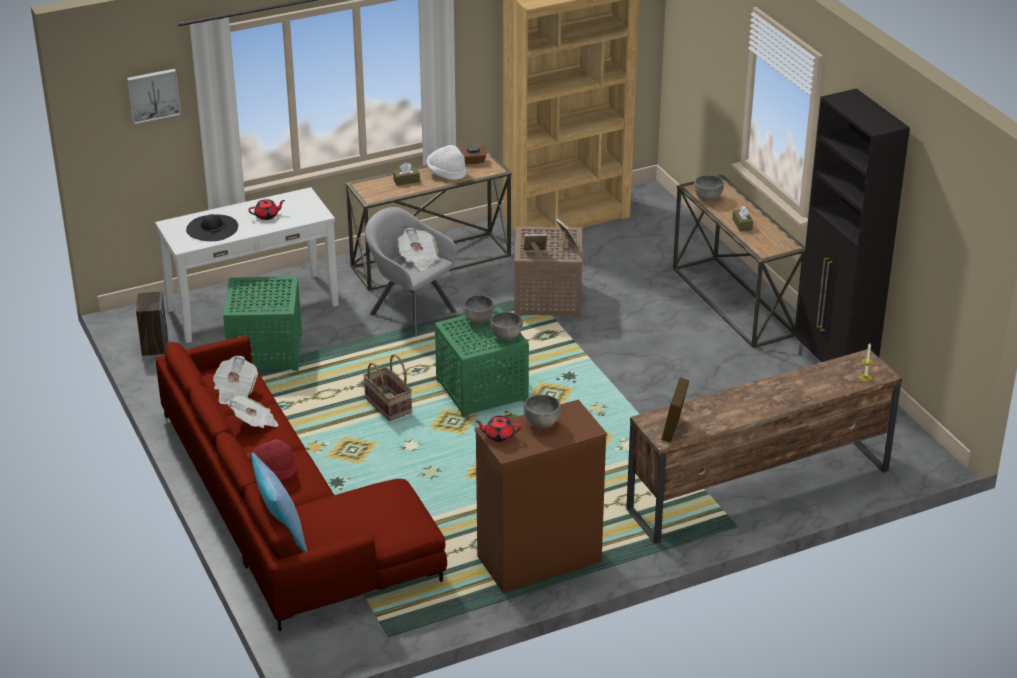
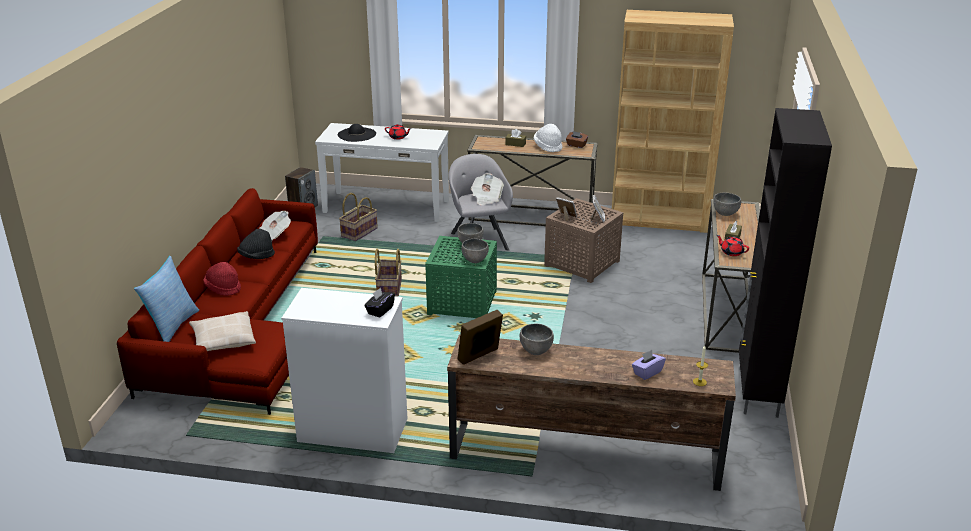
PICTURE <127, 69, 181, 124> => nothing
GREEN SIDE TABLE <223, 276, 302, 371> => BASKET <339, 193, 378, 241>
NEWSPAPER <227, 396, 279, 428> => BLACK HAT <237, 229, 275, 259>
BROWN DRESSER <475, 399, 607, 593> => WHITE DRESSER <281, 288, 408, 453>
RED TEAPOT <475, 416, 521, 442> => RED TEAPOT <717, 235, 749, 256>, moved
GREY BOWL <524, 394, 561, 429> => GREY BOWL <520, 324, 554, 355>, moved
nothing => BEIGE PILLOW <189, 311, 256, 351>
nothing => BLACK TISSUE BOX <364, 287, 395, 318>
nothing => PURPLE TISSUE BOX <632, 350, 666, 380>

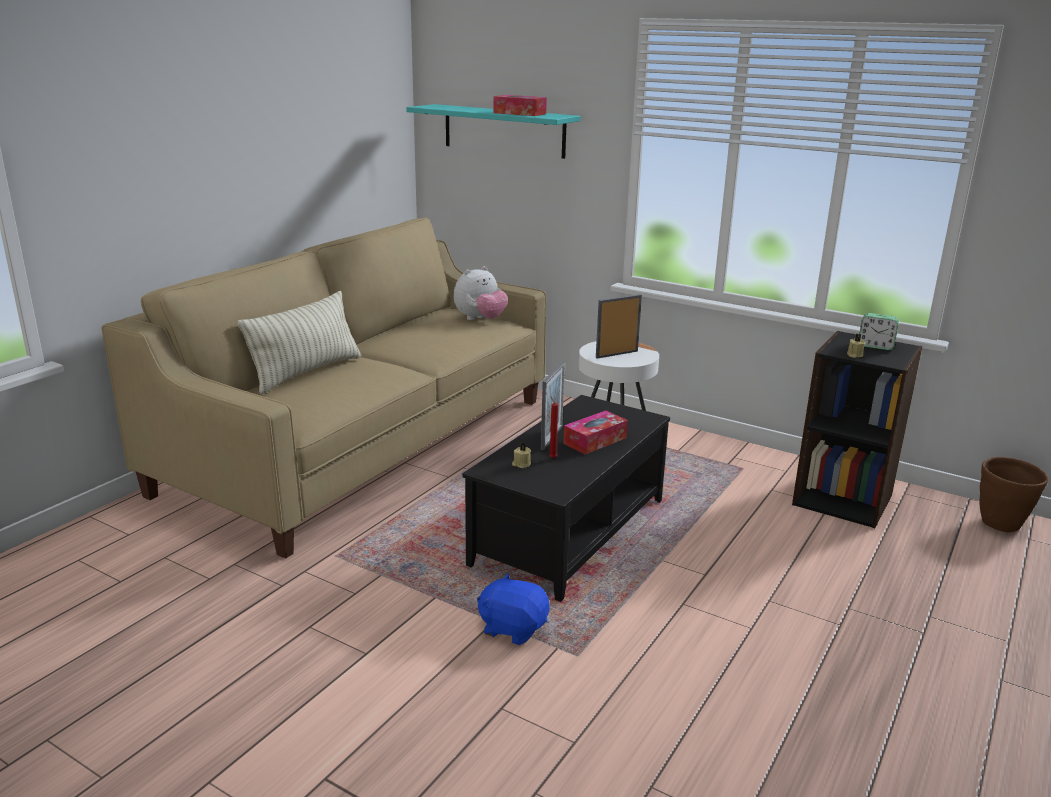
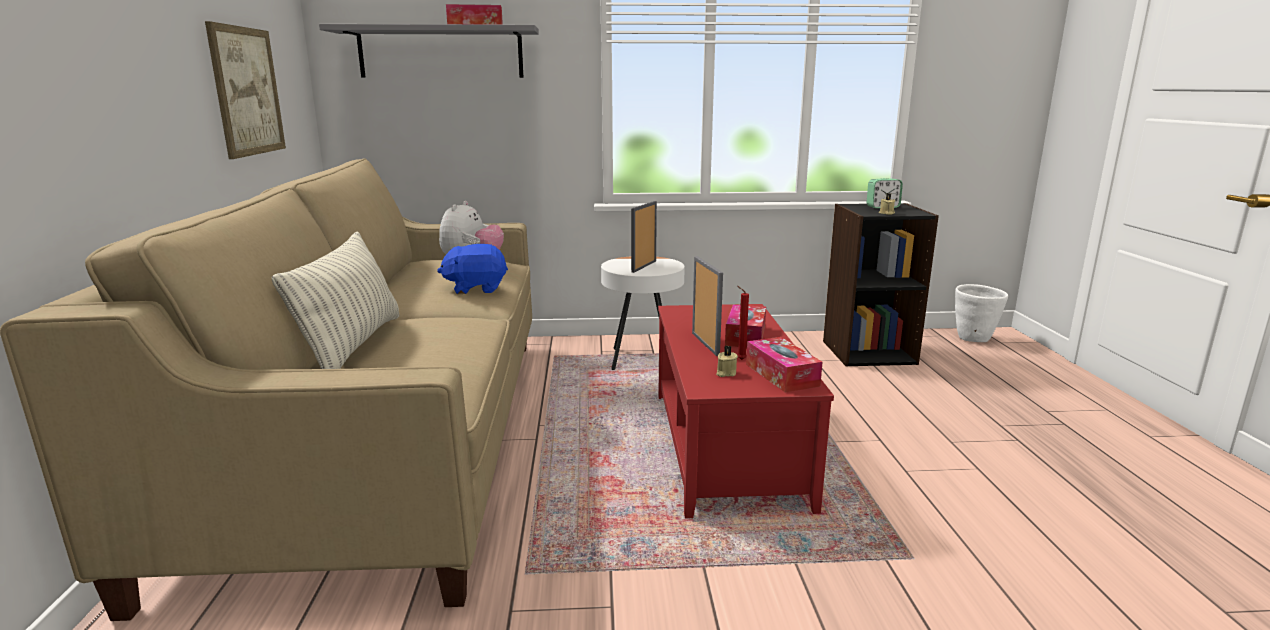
TURQUOISE SHELF <406, 104, 581, 159> => GREY SHELF <319, 24, 539, 78>
BLACK COFFEE TABLE <463, 395, 670, 602> => RED COFFEE TABLE <658, 304, 834, 518>
BLUE PLUSH TOY <477, 573, 550, 645> => BLUE PLUSH TOY <437, 244, 508, 294>, moved
BROWN PLANTER <979, 457, 1048, 532> => WHITE PLANTER <955, 284, 1008, 342>
nothing => PICTURE <205, 21, 286, 159>
nothing => TISSUE BOX <746, 337, 823, 392>

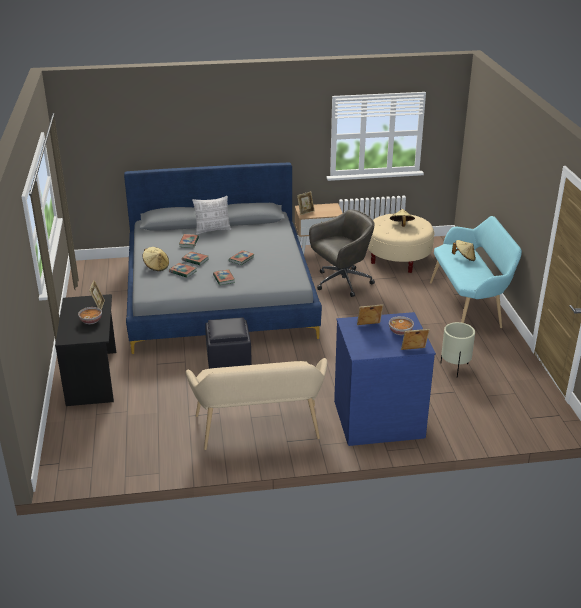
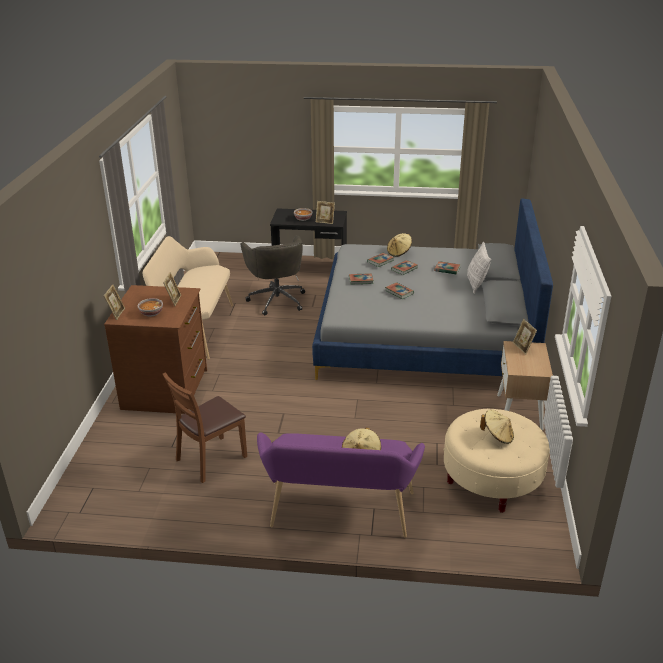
BLACK OTTOMAN <205, 317, 252, 369> => nothing
GREY OFFICE CHAIR <309, 209, 375, 297> => GREY OFFICE CHAIR <241, 235, 305, 315>, moved
BLUE DRESSER <334, 312, 436, 446> => BROWN DRESSER <104, 285, 207, 414>
TURQUOISE BENCH <430, 216, 522, 328> => PURPLE BENCH <257, 432, 425, 538>
BEIGE PLANTER <441, 322, 475, 377> => BROWN CHAIR <163, 372, 247, 483>

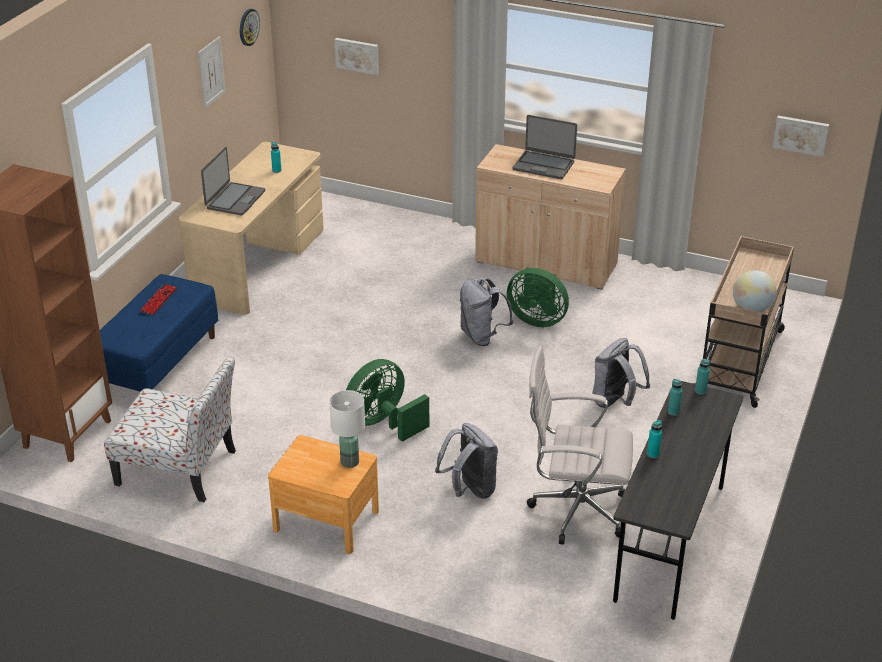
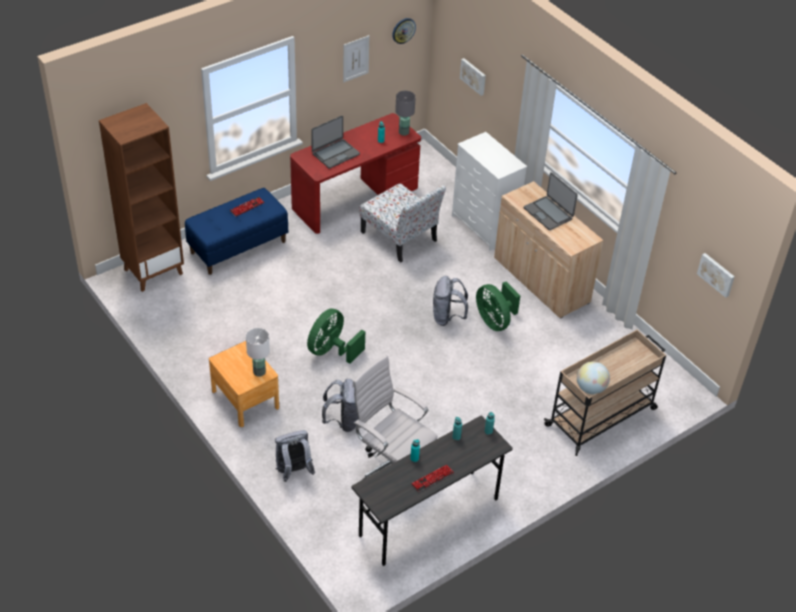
CHAIR <104, 356, 236, 502> => CHAIR <360, 183, 446, 262>, moved
BEIGE DESK <179, 142, 324, 315> => RED DESK <290, 113, 421, 234>
GREEN FAN <346, 359, 429, 442> => GREEN FAN <307, 308, 365, 364>, 45 degrees counterclockwise
GREY BACKPACK <592, 338, 650, 408> => GREY BACKPACK <275, 430, 315, 482>, moved
nothing => GREY TABLE LAMP <395, 91, 416, 136>
nothing => KEYBOARD <411, 465, 454, 492>
nothing => WHITE DRESSER <452, 132, 527, 251>

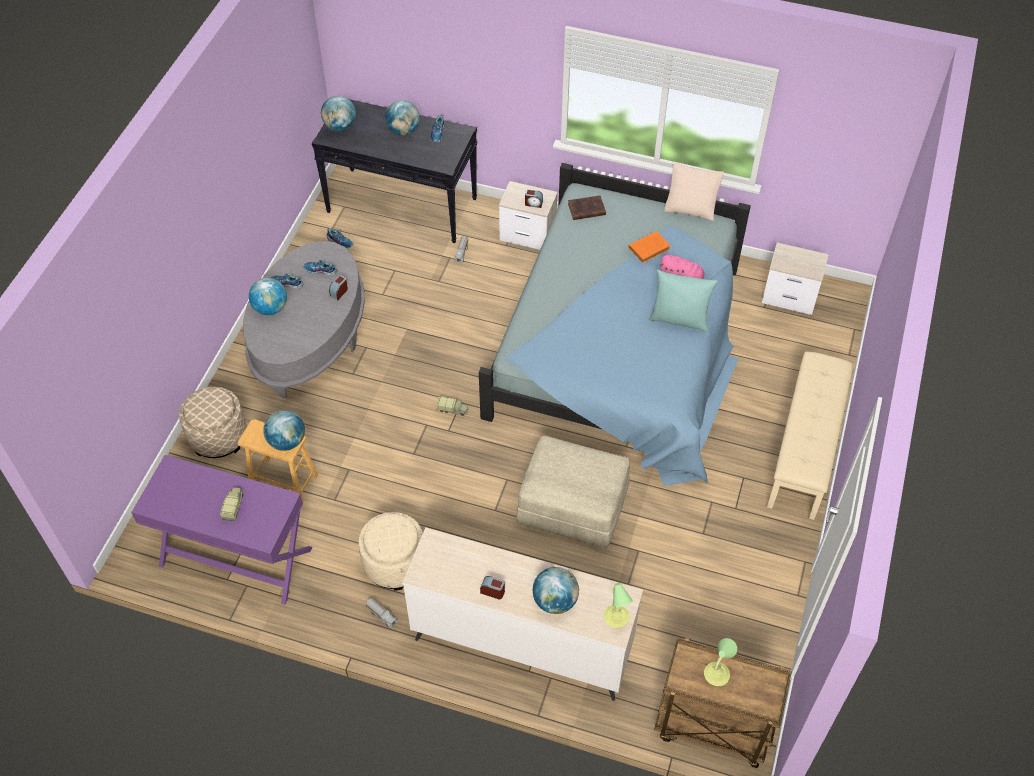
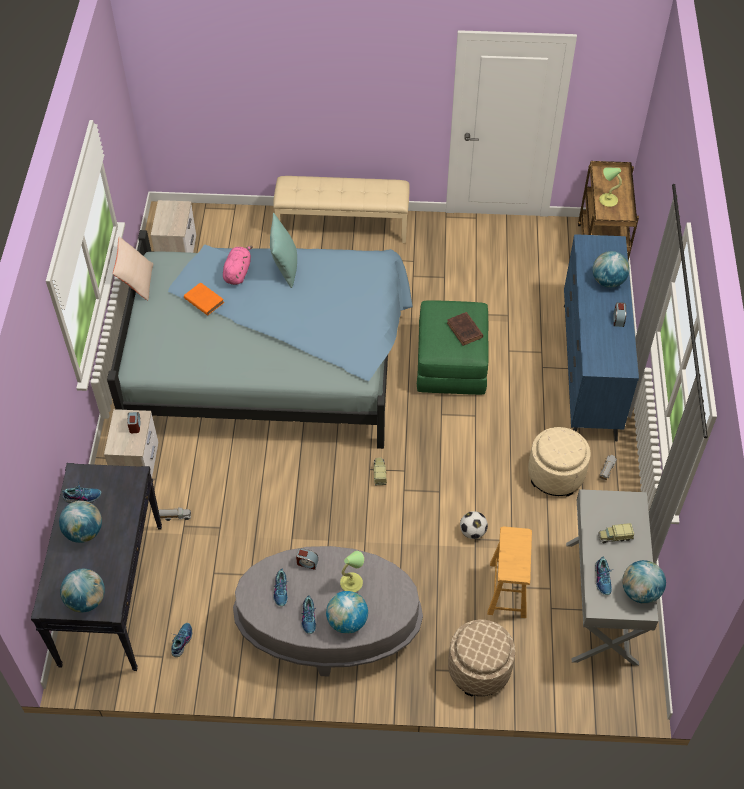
PURPLE DESK <131, 455, 313, 605> => GREY DESK <566, 489, 659, 666>
GLOBE <263, 410, 305, 451> => GLOBE <622, 560, 666, 604>, moved
BEIGE DRESSER <402, 527, 643, 701> => BLUE DRESSER <564, 234, 639, 442>
BEIGE OTTOMAN <516, 435, 630, 549> => GREEN OTTOMAN <417, 300, 489, 395>
BROWN BOOK <568, 195, 606, 220> => BROWN BOOK <447, 312, 483, 346>, moved
TABLE LAMP <604, 583, 632, 628> => TABLE LAMP <340, 551, 364, 592>, moved
nothing => FOOTBALL <460, 511, 488, 539>
nothing => SHOE <595, 557, 613, 595>

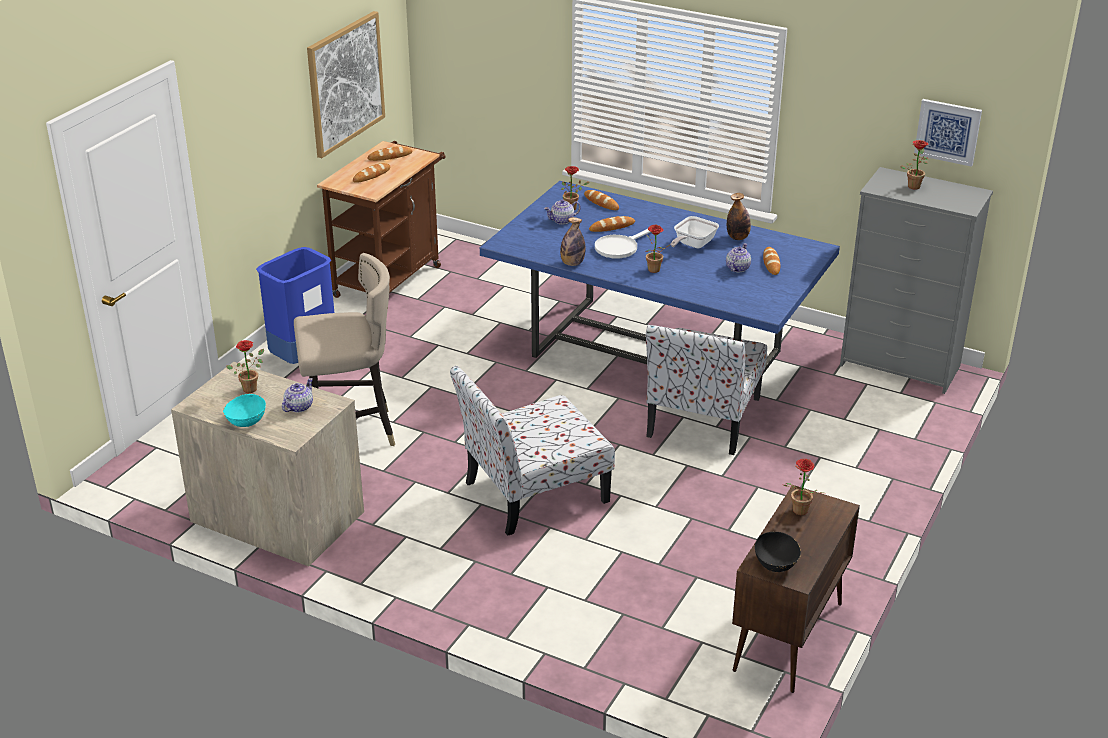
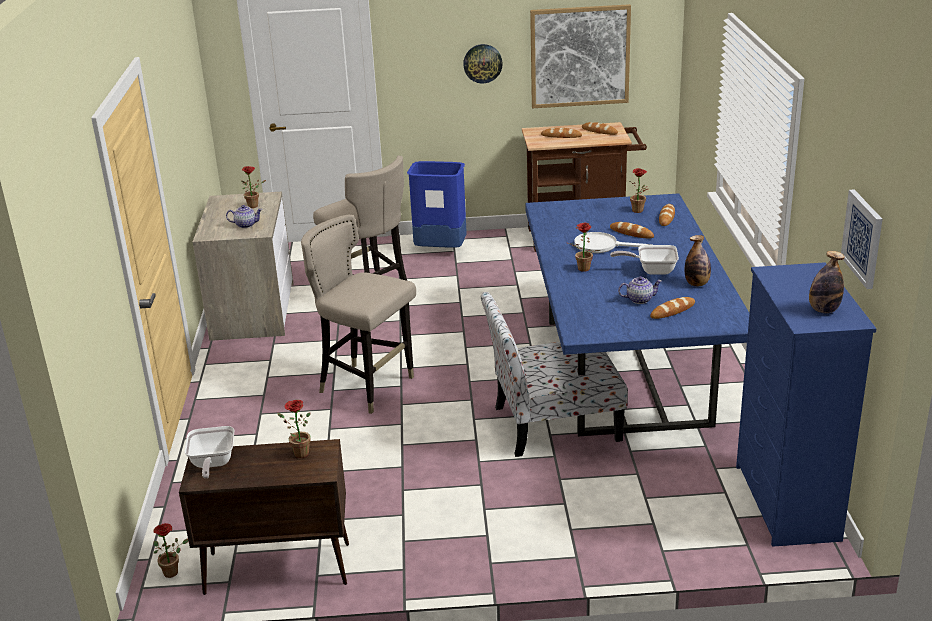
TURQUOISE BOWL <223, 394, 266, 427> => nothing
CHAIR <450, 366, 615, 536> => BEIGE STOOL <301, 215, 416, 414>
TEAPOT <544, 200, 581, 224> => nothing
BOTTLE <560, 217, 586, 266> => BOTTLE <809, 251, 845, 313>, moved
BLACK BOWL <755, 532, 801, 572> => FRYING PAN <185, 426, 234, 479>
GREY DRESSER <840, 167, 993, 394> => BLUE DRESSER <736, 262, 877, 547>
POTTED PLANT <900, 140, 929, 190> => POTTED PLANT <153, 523, 188, 578>, moved
nothing => WALL CLOCK <463, 44, 503, 83>

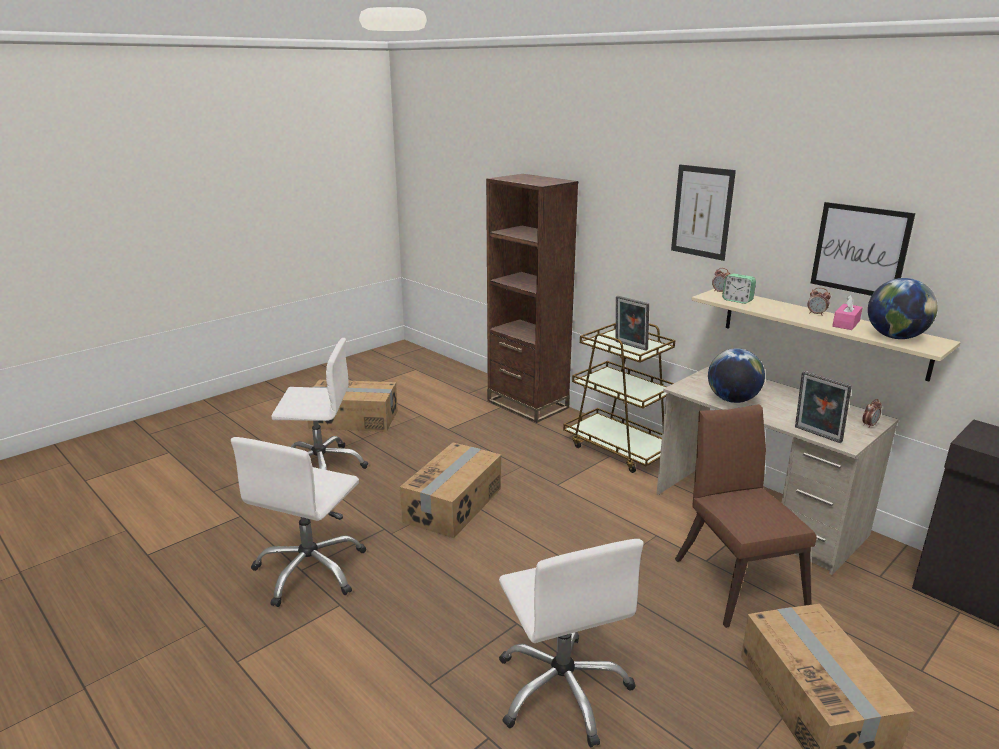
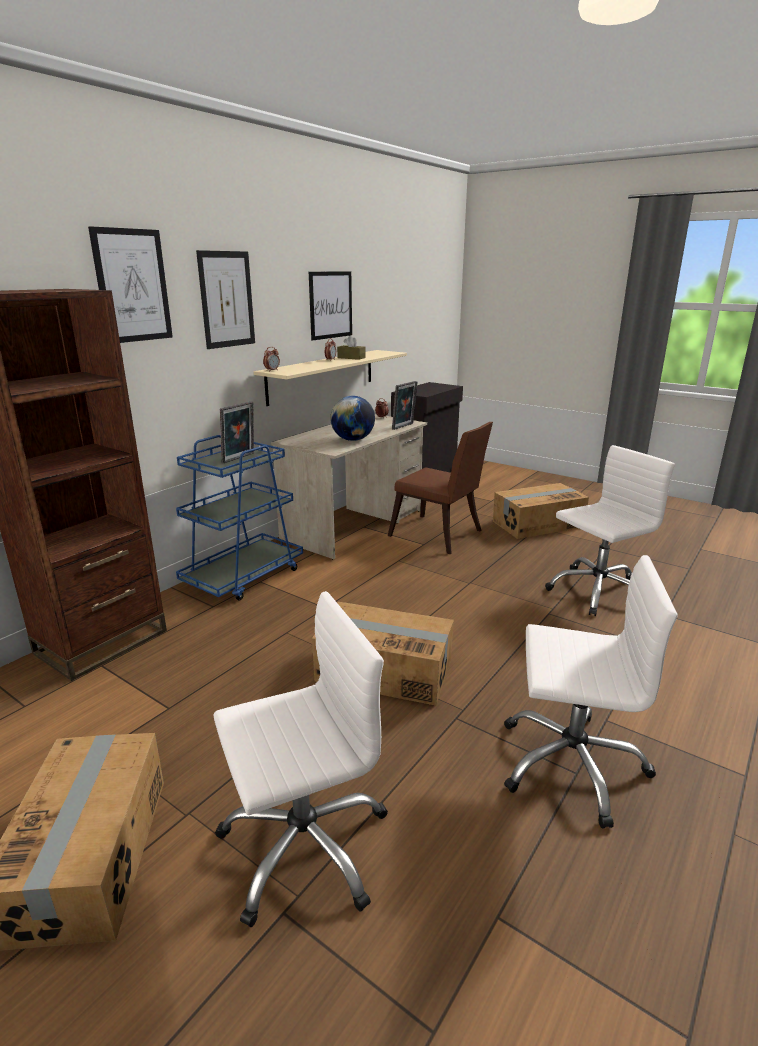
WHITE OFFICE CHAIR <271, 338, 368, 470> => WHITE OFFICE CHAIR <213, 591, 388, 927>, 75 degrees clockwise
BROWN CART <563, 323, 675, 473> => BLUE CART <176, 435, 303, 601>
BROWN CHAIR <675, 404, 817, 628> => BROWN CHAIR <388, 422, 493, 554>, 120 degrees counterclockwise
ALARM CLOCK <722, 274, 756, 304> => nothing
PINK TISSUE BOX <832, 295, 863, 330> => BROWN TISSUE BOX <337, 336, 366, 360>
GLOBE <868, 278, 938, 339> => nothing
nothing => PICTURE <88, 226, 173, 343>

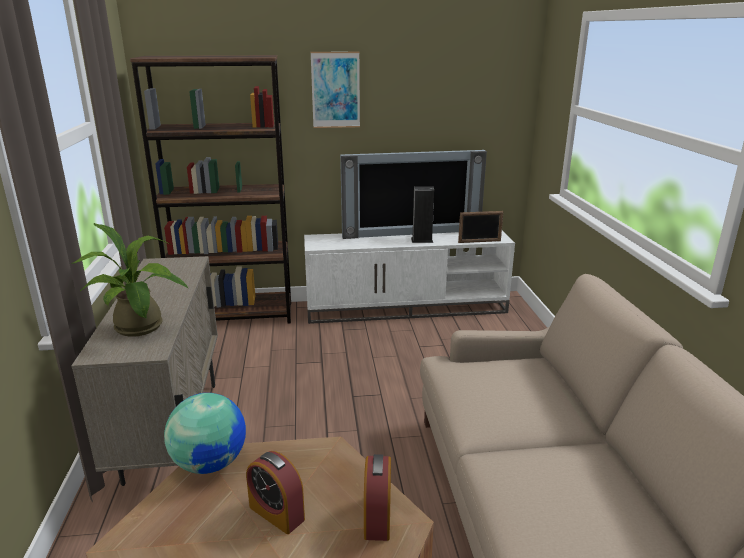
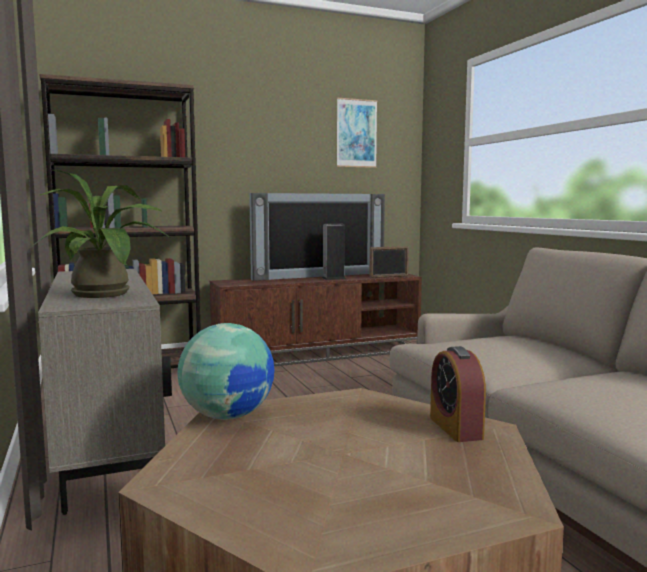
ALARM CLOCK <246, 451, 305, 534> => nothing
WHITE TV STAND <304, 230, 515, 324> => BROWN TV STAND <209, 274, 422, 366>
PICTURE <311, 52, 360, 128> => PICTURE <337, 98, 377, 168>, moved

